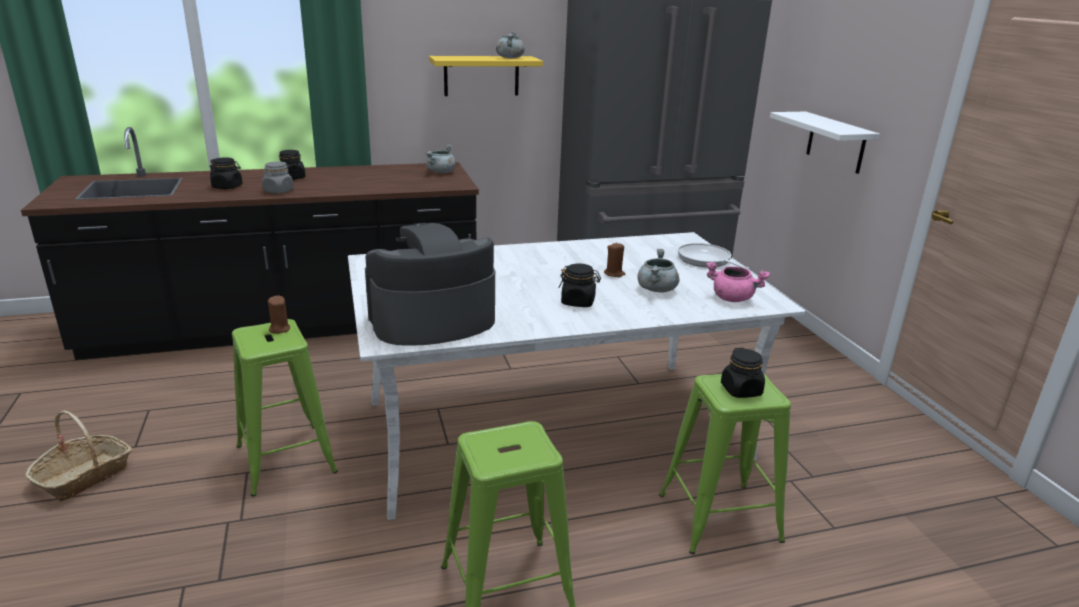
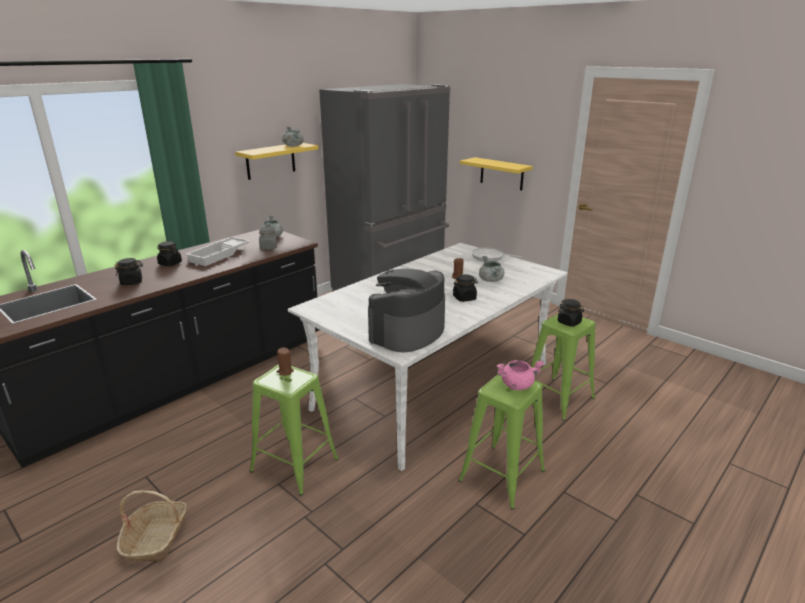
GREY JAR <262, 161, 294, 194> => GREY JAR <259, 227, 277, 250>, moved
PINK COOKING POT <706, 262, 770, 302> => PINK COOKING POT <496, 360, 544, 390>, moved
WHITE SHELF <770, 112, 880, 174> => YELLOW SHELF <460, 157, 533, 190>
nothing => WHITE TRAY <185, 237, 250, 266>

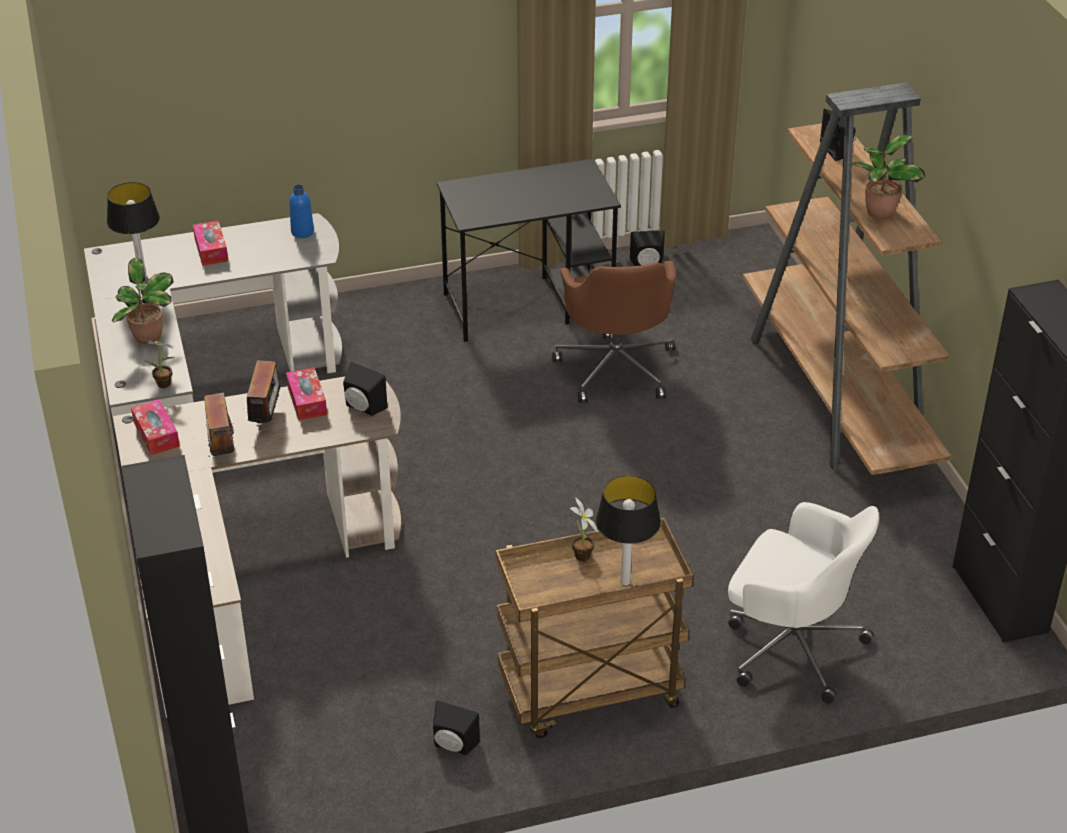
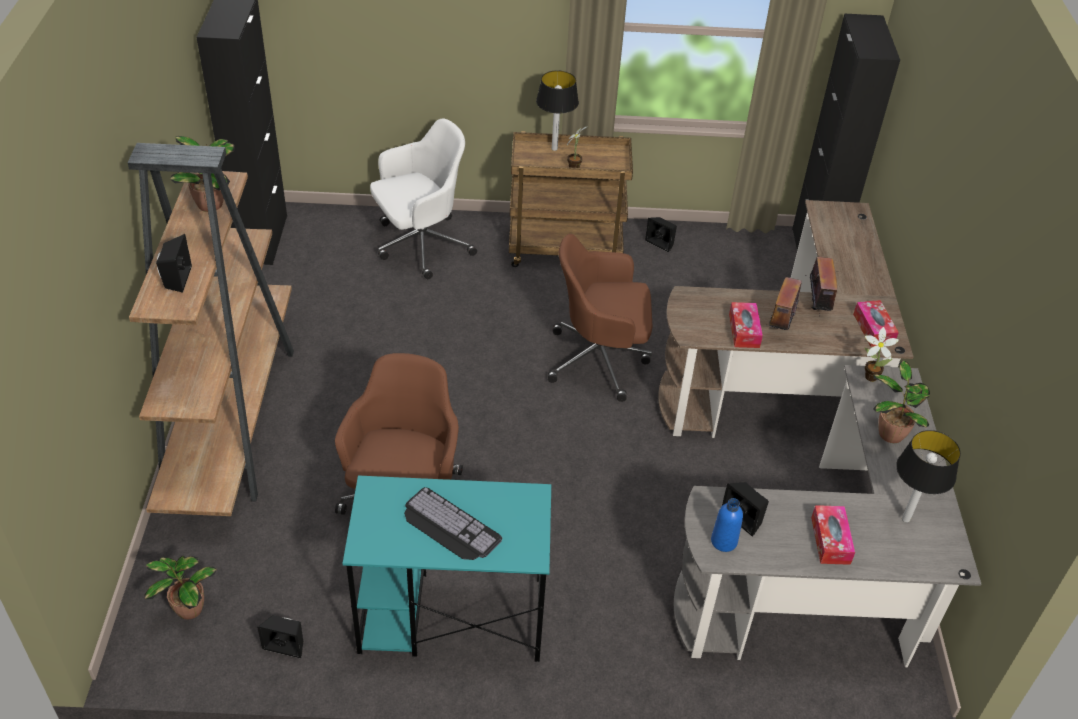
BLACK SPEAKER <343, 362, 387, 416> => BLACK SPEAKER <722, 482, 769, 536>, moved
BLACK DESK <437, 159, 621, 342> => TURQUOISE DESK <343, 475, 551, 662>
WHITE OFFICE CHAIR <728, 502, 879, 704> => WHITE OFFICE CHAIR <370, 118, 477, 279>, 105 degrees clockwise
nothing => POTTED PLANT <144, 556, 217, 620>
nothing => KEYBOARD <404, 487, 502, 560>
nothing => BROWN OFFICE CHAIR <548, 234, 652, 402>

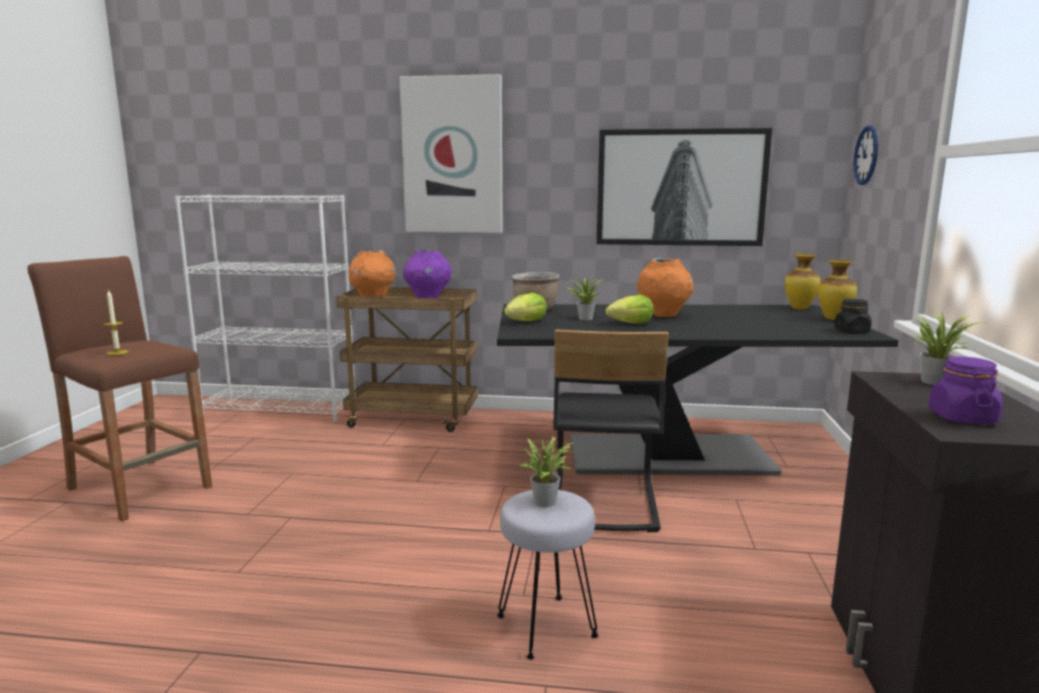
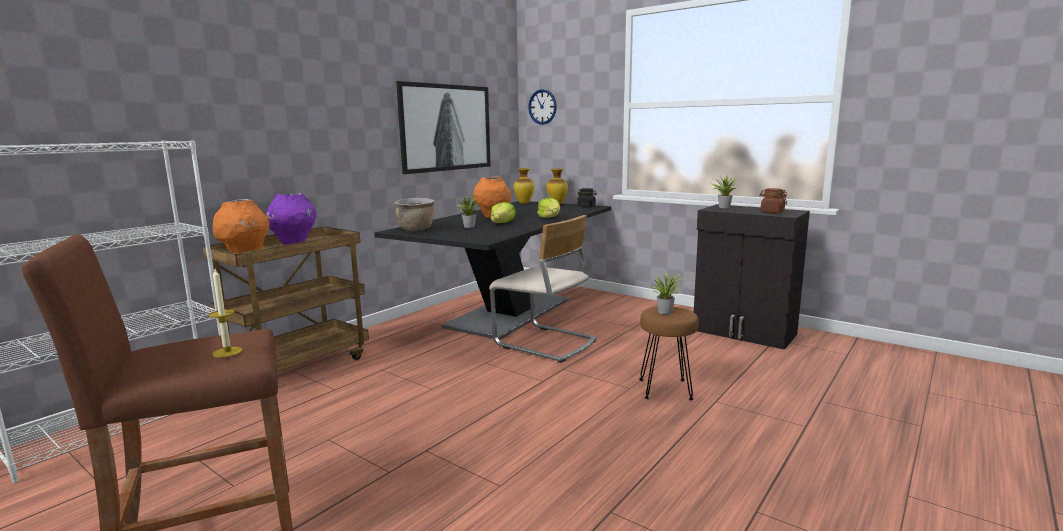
PICTURE <400, 74, 503, 233> => nothing
GREY STOOL <497, 490, 598, 659> => BROWN STOOL <639, 307, 699, 400>
LETTUCE <504, 293, 547, 321> => LETTUCE <537, 198, 560, 218>, moved
BLACK CHAIR <553, 329, 669, 532> => BEIGE CHAIR <489, 215, 597, 363>
PURPLE JAR <928, 356, 1003, 424> => BROWN JAR <759, 188, 787, 214>

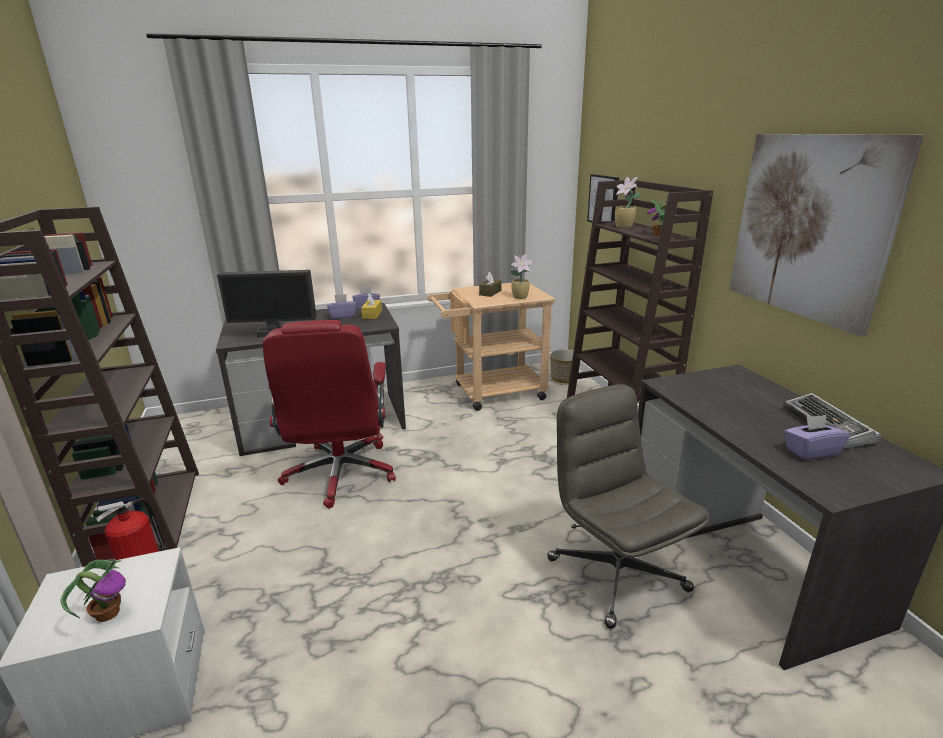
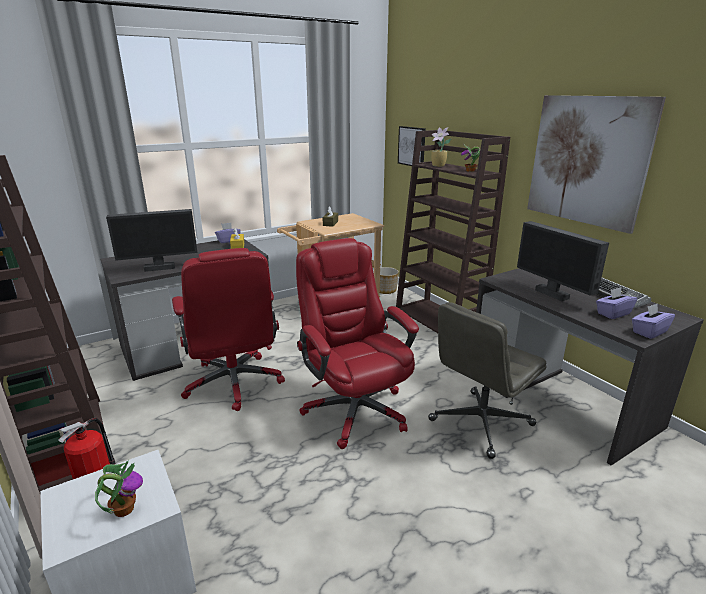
PURPLE TISSUE BOX <327, 294, 357, 319> => PURPLE TISSUE BOX <632, 303, 675, 339>, moved
POTTED PLANT <510, 254, 534, 299> => nothing
GREY OFFICE CHAIR <547, 384, 709, 629> => GREY OFFICE CHAIR <428, 302, 547, 459>, 90 degrees counterclockwise
nothing => RED OFFICE CHAIR <296, 238, 419, 449>
nothing => MONITOR <517, 221, 609, 301>

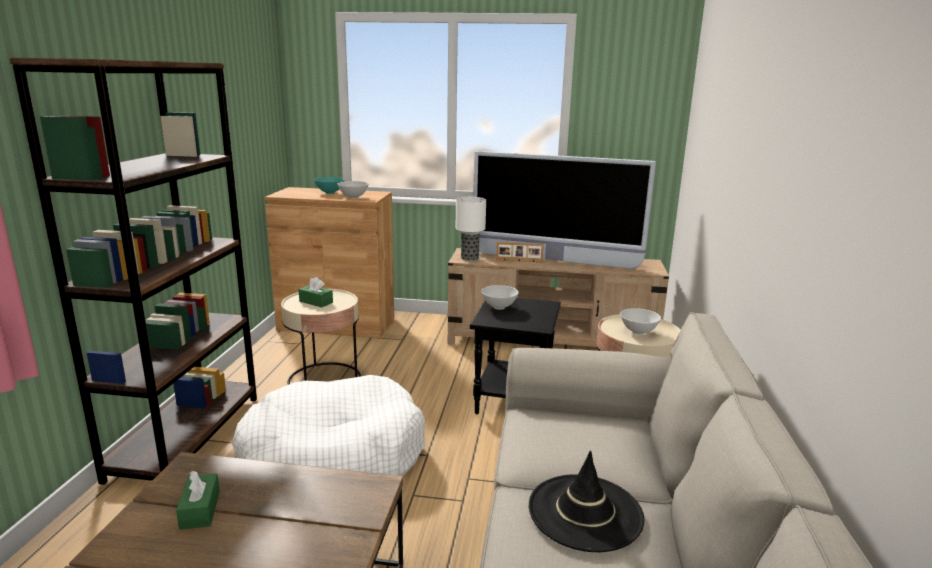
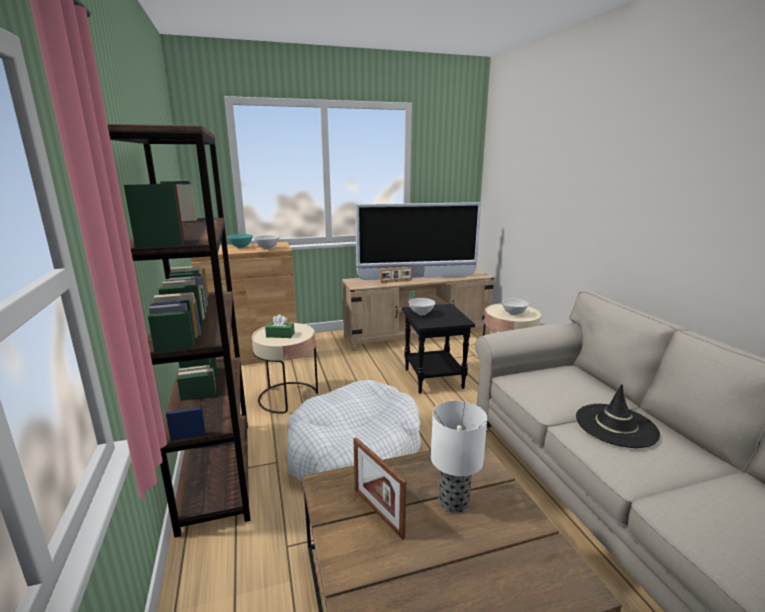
GREEN TISSUE BOX <176, 471, 220, 530> => PICTURE FRAME <353, 437, 406, 540>
TABLE LAMP <456, 197, 486, 261> => TABLE LAMP <431, 401, 487, 513>, moved

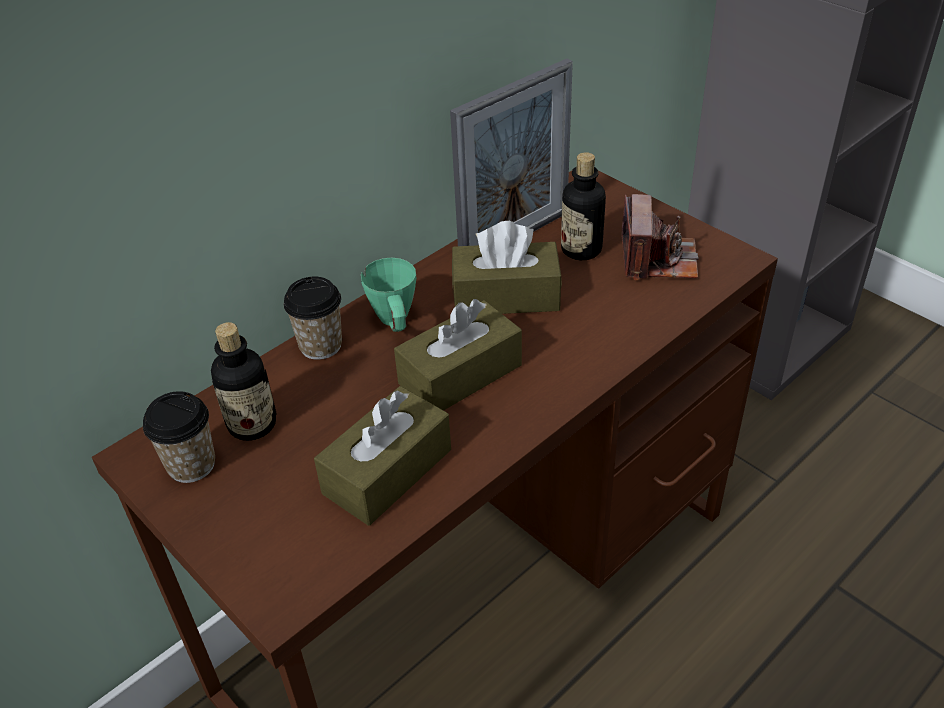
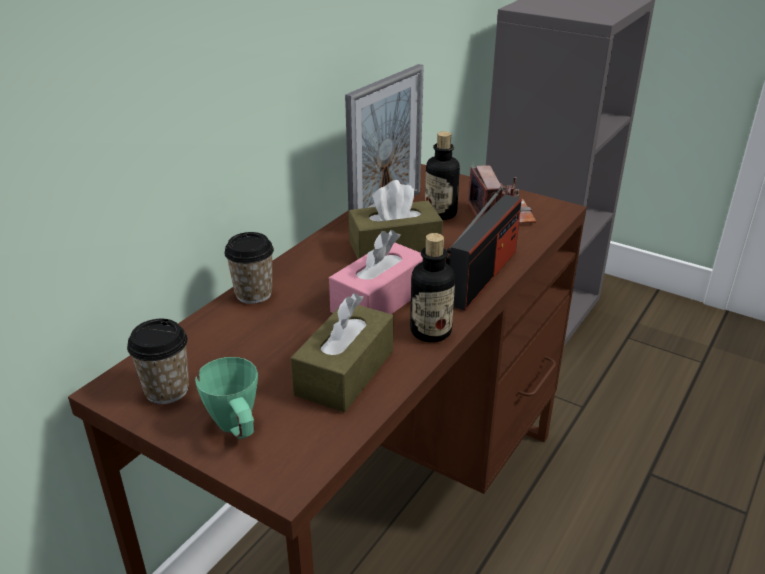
BOTTLE <211, 322, 277, 441> => BOTTLE <410, 233, 455, 342>, moved
GREEN MUG <361, 258, 416, 332> => GREEN MUG <195, 357, 258, 439>, moved
BROWN TISSUE BOX <394, 299, 522, 411> => PINK TISSUE BOX <329, 230, 423, 314>
nothing => RADIO <446, 186, 522, 311>

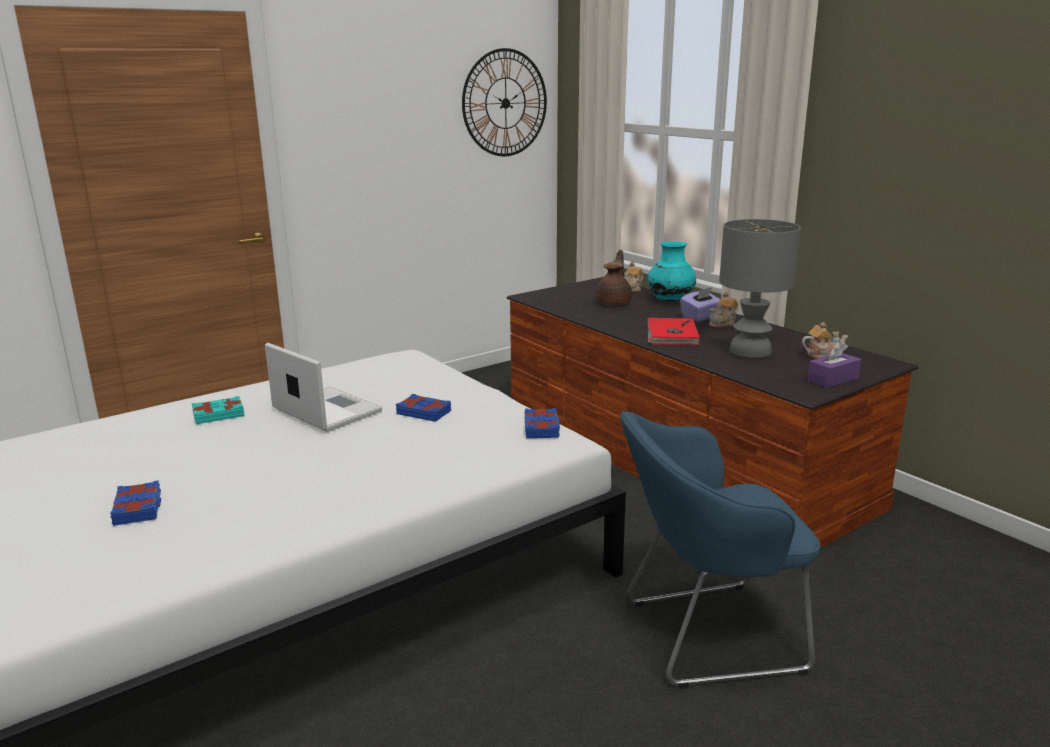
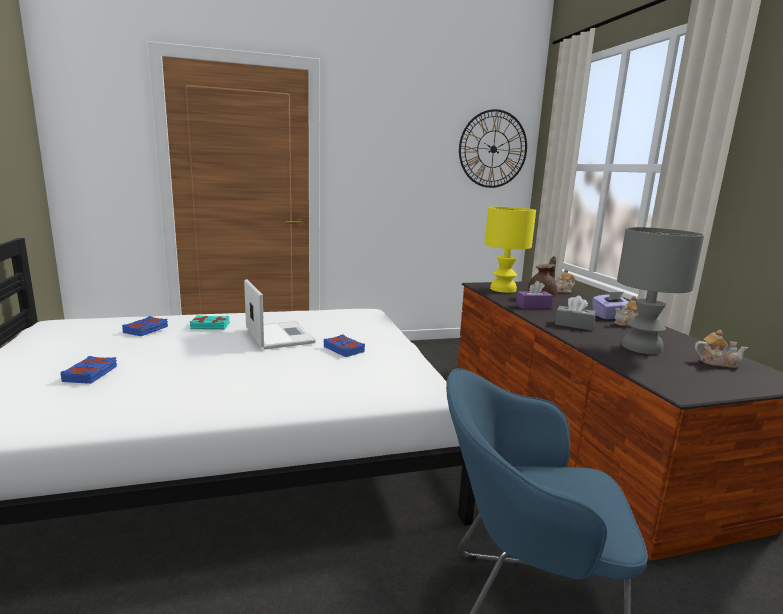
BLUE BOOK <525, 408, 560, 438> => BLUE BOOK <122, 316, 168, 336>, moved
RED BOOK <647, 318, 700, 346> => GREY TISSUE BOX <555, 296, 596, 330>
TURQUOISE VASE <648, 241, 696, 301> => nothing
PURPLE TISSUE BOX <807, 341, 861, 388> => PURPLE TISSUE BOX <516, 281, 553, 309>, moved
nothing => YELLOW TABLE LAMP <485, 207, 536, 293>

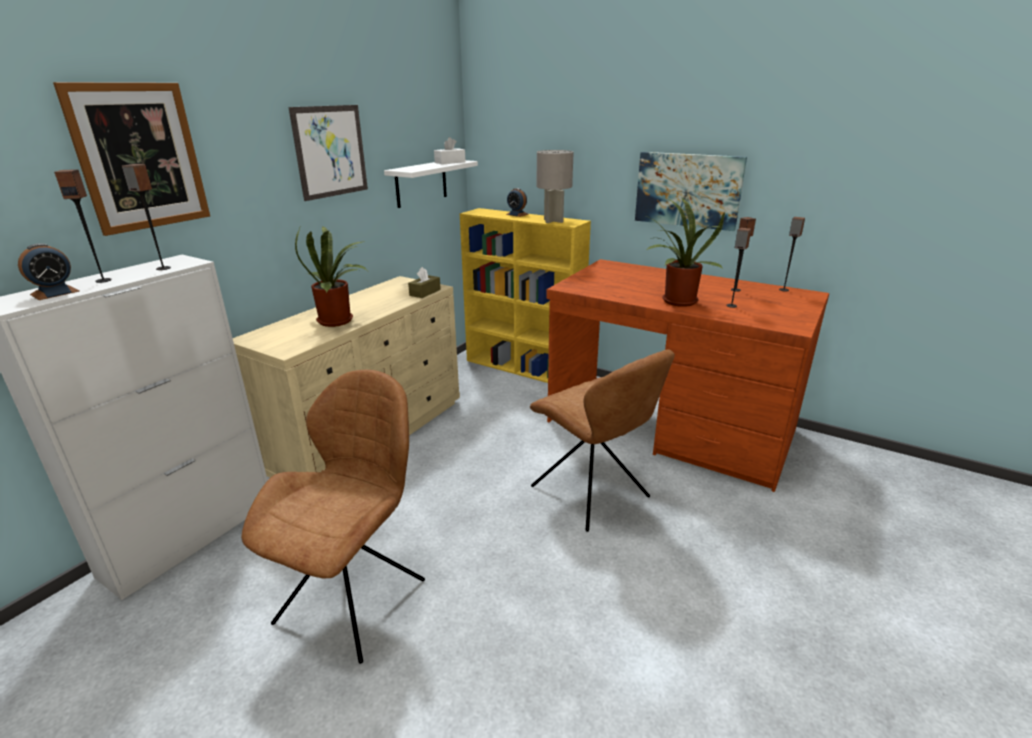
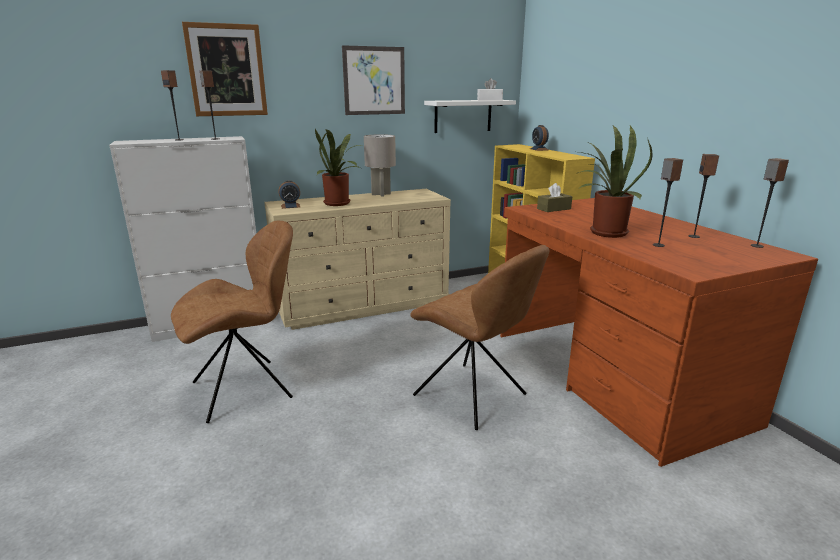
ALARM CLOCK <18, 243, 79, 300> => ALARM CLOCK <278, 180, 300, 209>, moved
BROWN TISSUE BOX <408, 267, 441, 298> => BROWN TISSUE BOX <537, 183, 572, 212>, moved
BROWN CHAIR <530, 349, 675, 532> => BROWN CHAIR <410, 245, 549, 430>, 45 degrees counterclockwise
GREY TABLE LAMP <537, 150, 574, 223> => GREY TABLE LAMP <364, 134, 396, 197>, moved
PICTURE <635, 152, 747, 231> => nothing

